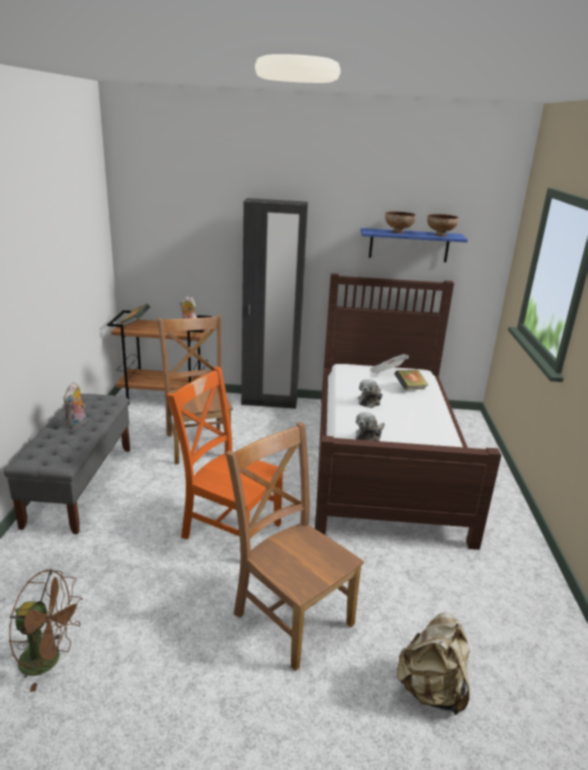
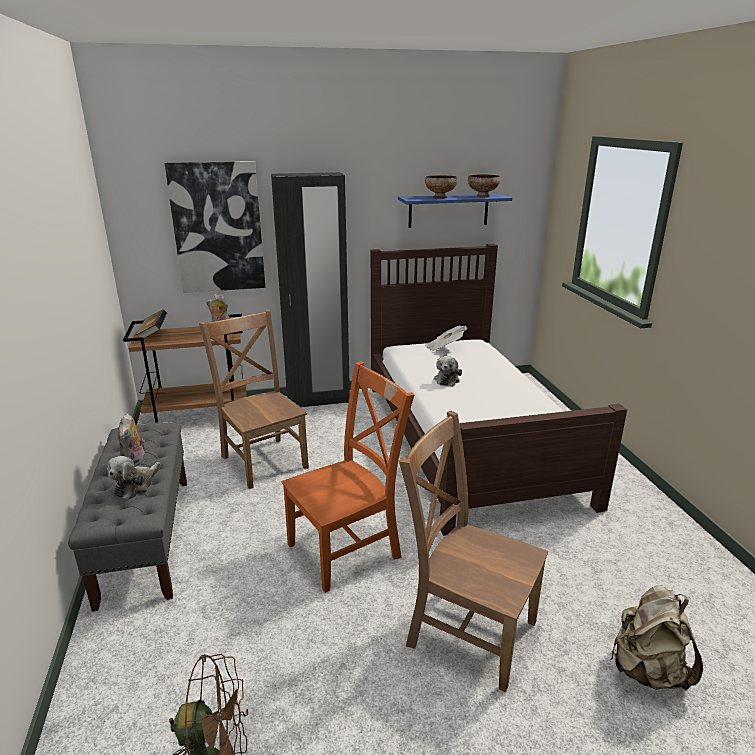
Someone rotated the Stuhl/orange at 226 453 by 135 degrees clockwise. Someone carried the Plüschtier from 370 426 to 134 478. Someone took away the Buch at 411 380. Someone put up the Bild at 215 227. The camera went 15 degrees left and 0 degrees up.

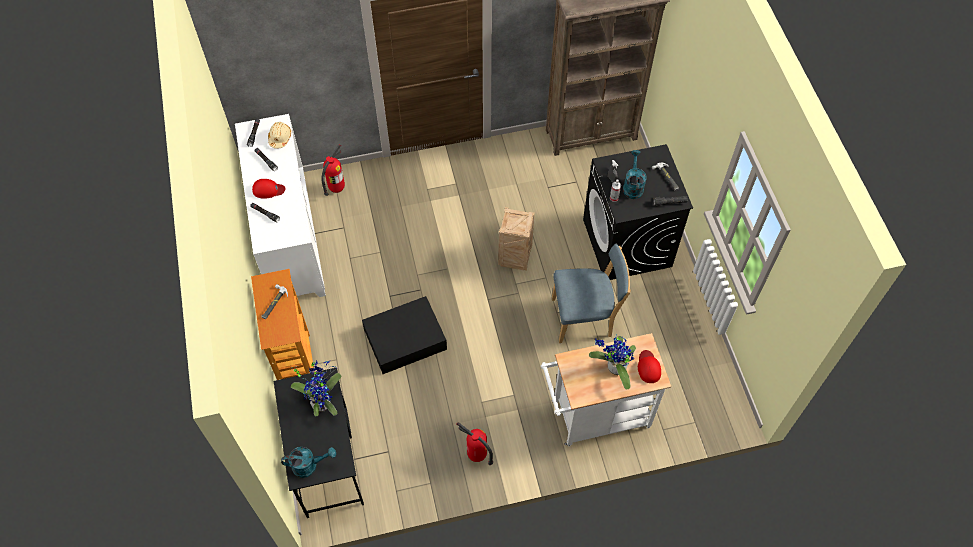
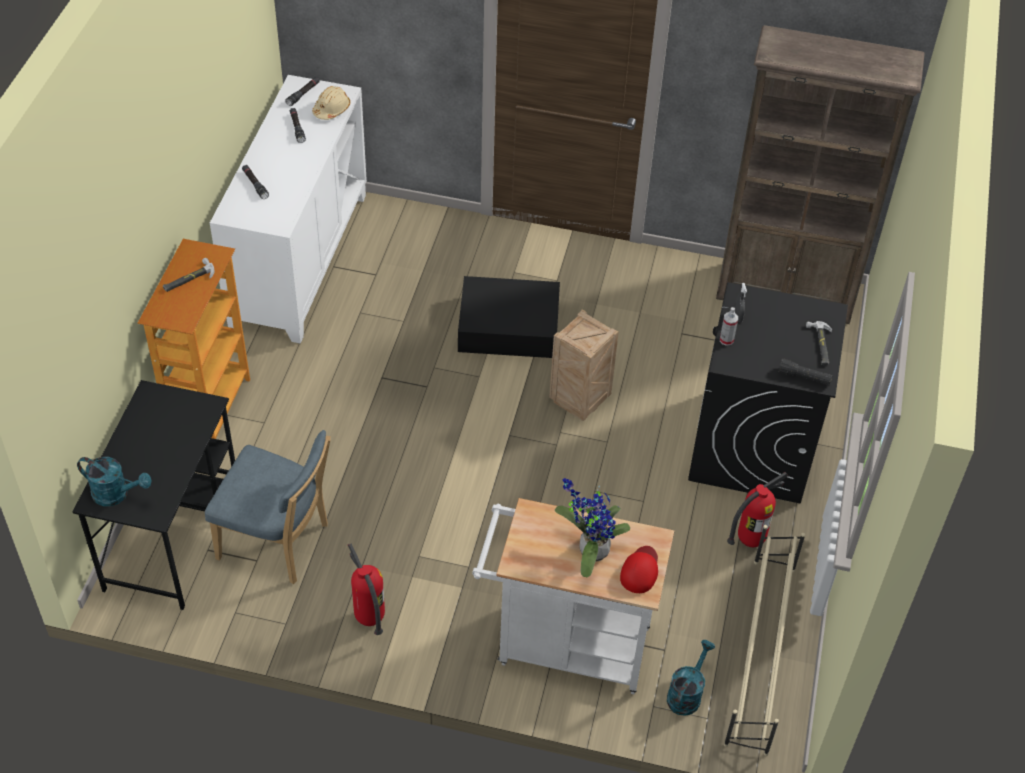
Someone took away the Kappe/rot at 269 189. Someone took away the Topfpflanze at 316 388. Someone carried the Feuerlöscher from 333 170 to 758 509. Someone carried the Aufbewahrungsbox/schwarz from 404 335 to 509 317. Someone carried the Stuhl/blau from 591 293 to 268 507. Someone carried the Gießkanne/türkis from 635 174 to 691 678. Someone put down the Schuhregal/beige at 764 640. The camera went 25 degrees right and 10 degrees down.

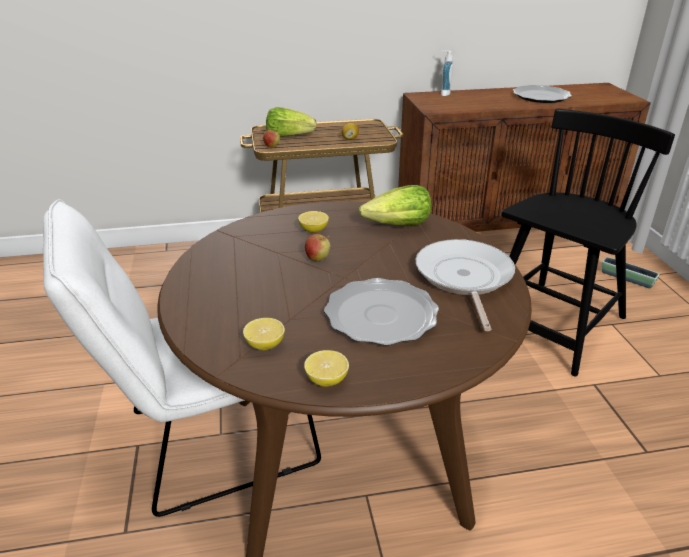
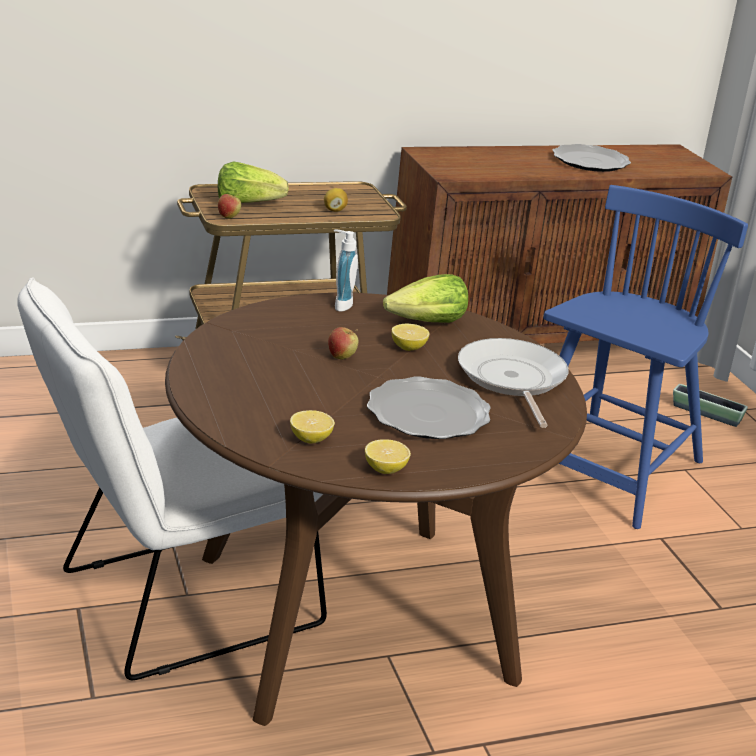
Someone carried the Zitrone from 313 222 to 410 337. Someone carried the Seifenspender from 447 73 to 346 271. Someone repainted the Stuhl/schwarz at 588 242, which became the Stuhl/blau at 645 357. The camera went 10 degrees left and 5 degrees down.

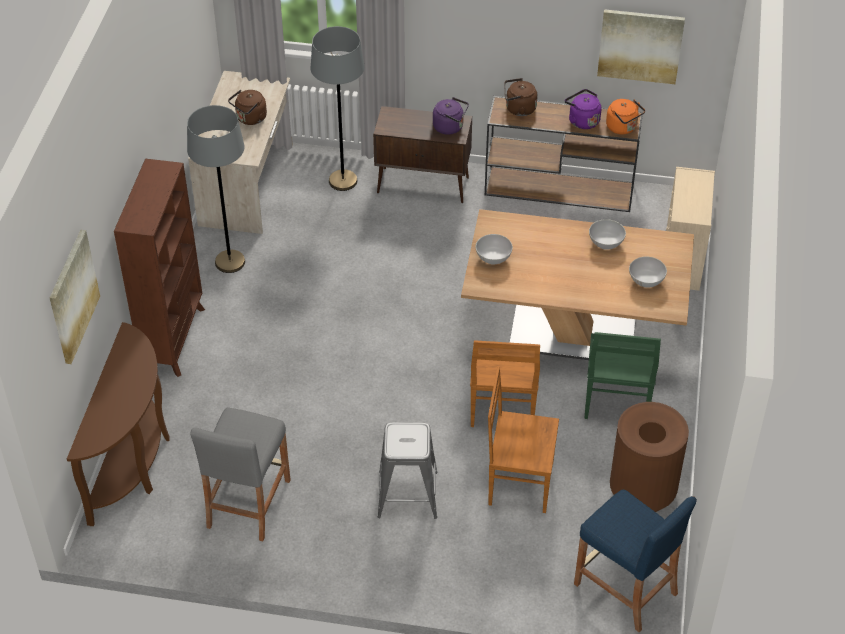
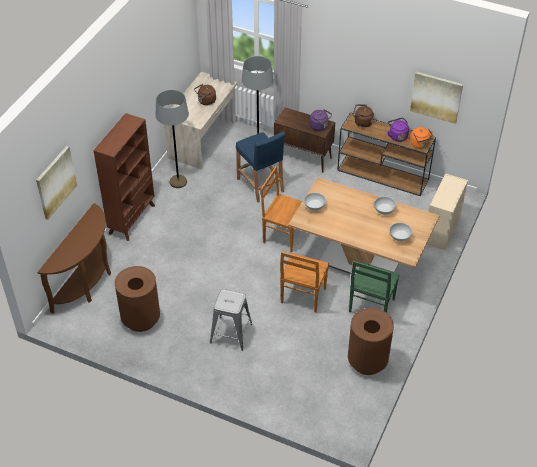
Someone swapped the Hocker/grau at 240 474 for the Mülleimer/braun at 137 299. Someone carried the Stuhl/braun from 523 439 to 281 209. Someone carried the Hocker/blau from 635 561 to 260 167. The camera went 15 degrees right and 0 degrees up.

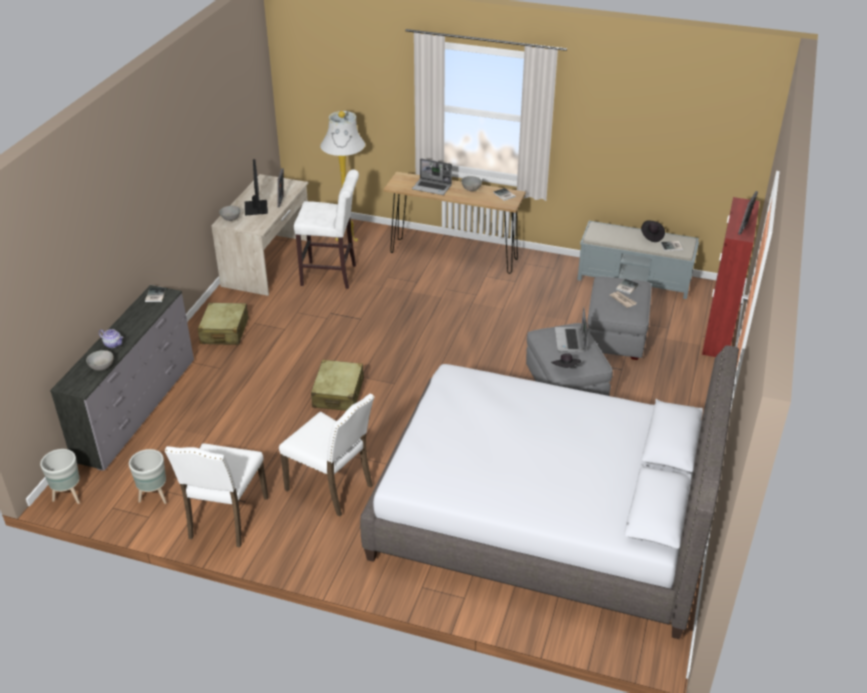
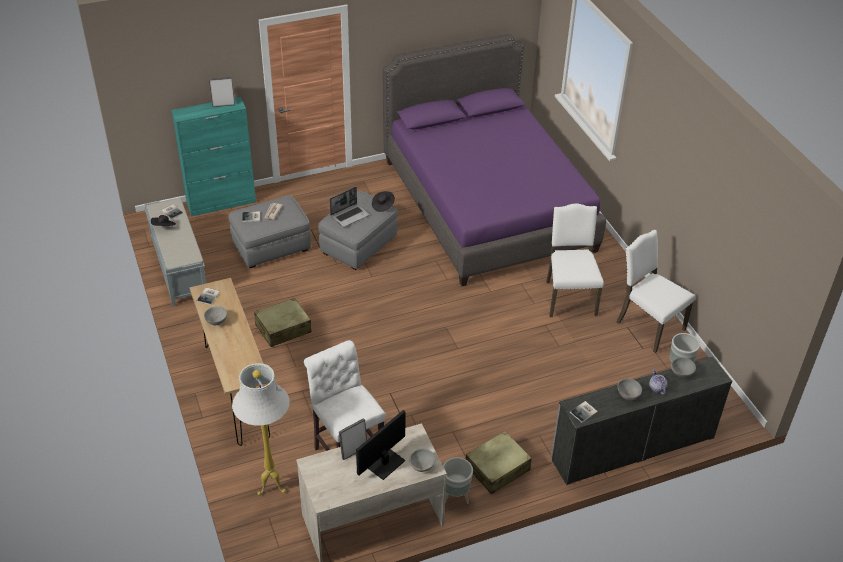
Someone carried the Pflanzkübel/grau from 60 476 to 458 480. Someone rotated the Stuhl/weiß at 216 495 by 105 degrees counterclockwise. Someone carried the Koffer/beige from 337 385 to 283 322. Someone repainted the Bett/grau at 549 492, which became the Bett/lila at 494 160. Someone took away the Laptop at 432 176. Someone repainted the Schrank/rot at 731 277, which became the Schrank/türkis at 214 157. Someone put down the Schüssel/grau at 630 389. The camera went 130 degrees left and 5 degrees up.

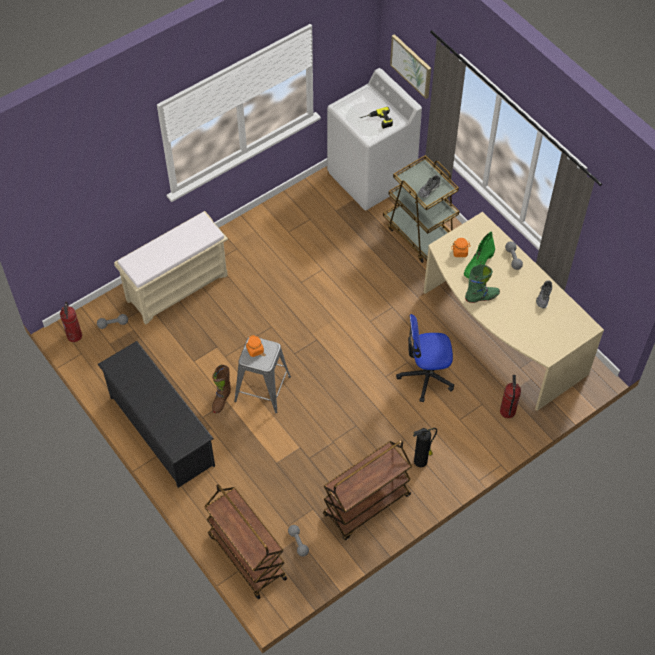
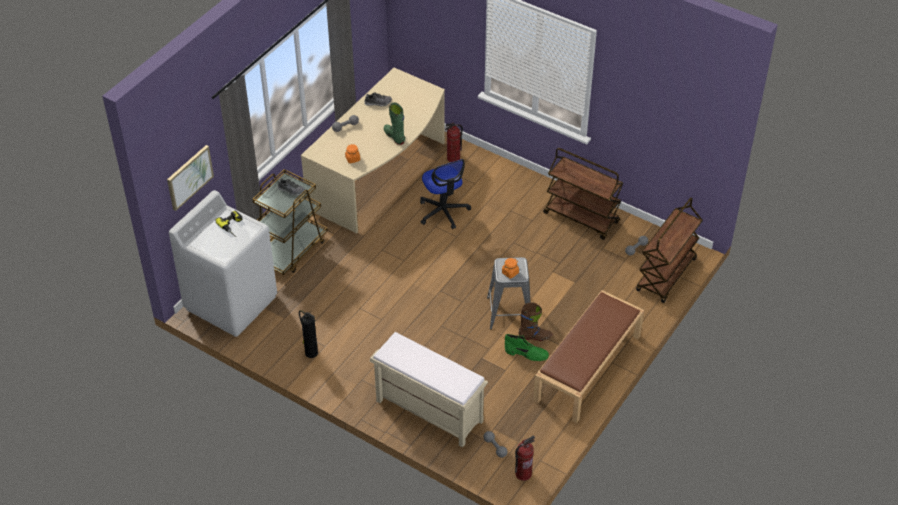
Someone swapped the Schuhregal/schwarz at 156 414 for the Bank/braun at 588 356. Someone carried the Feuerlöscher from 425 447 to 308 334. Someone carried the Stiefel/grün from 479 255 to 527 347. The camera went 110 degrees left and 10 degrees down.

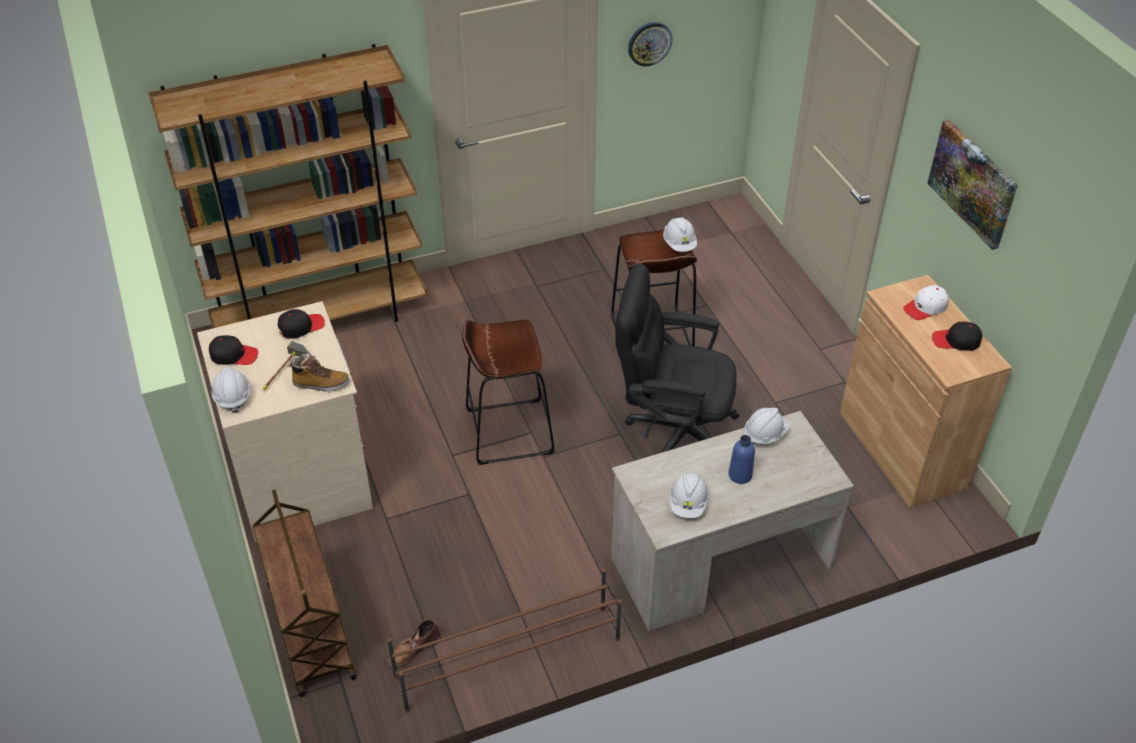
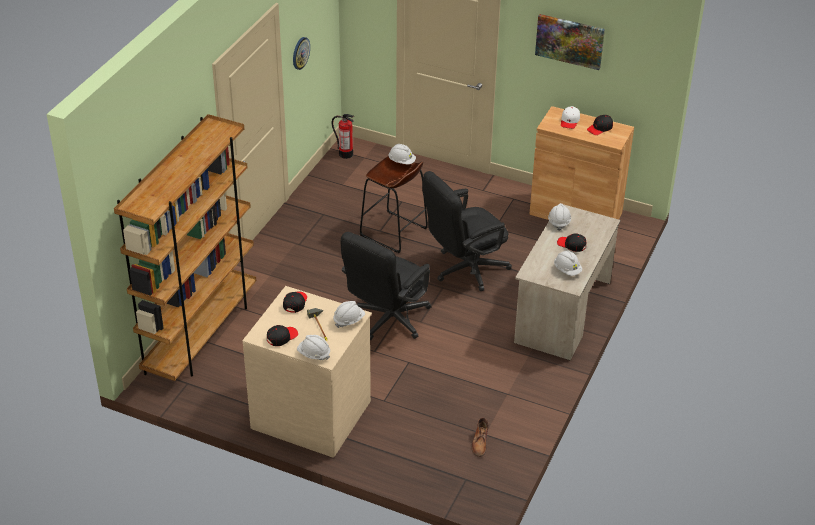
Someone took away the Rollwagen/braun at 304 593. Someone swapped the Stiefel at 319 372 for the Schutzhelm/weiß at 349 314. Someone took away the Schuhregal/braun at 504 641. Someone swapped the Hocker/braun at 508 392 for the Bürostuhl/schwarz at 386 286. Someone swapped the Flasche/blau at 742 459 for the Kappe/schwarz at 571 242. Someone put down the Feuerlöscher at 343 136. The camera went 45 degrees left and 5 degrees down.

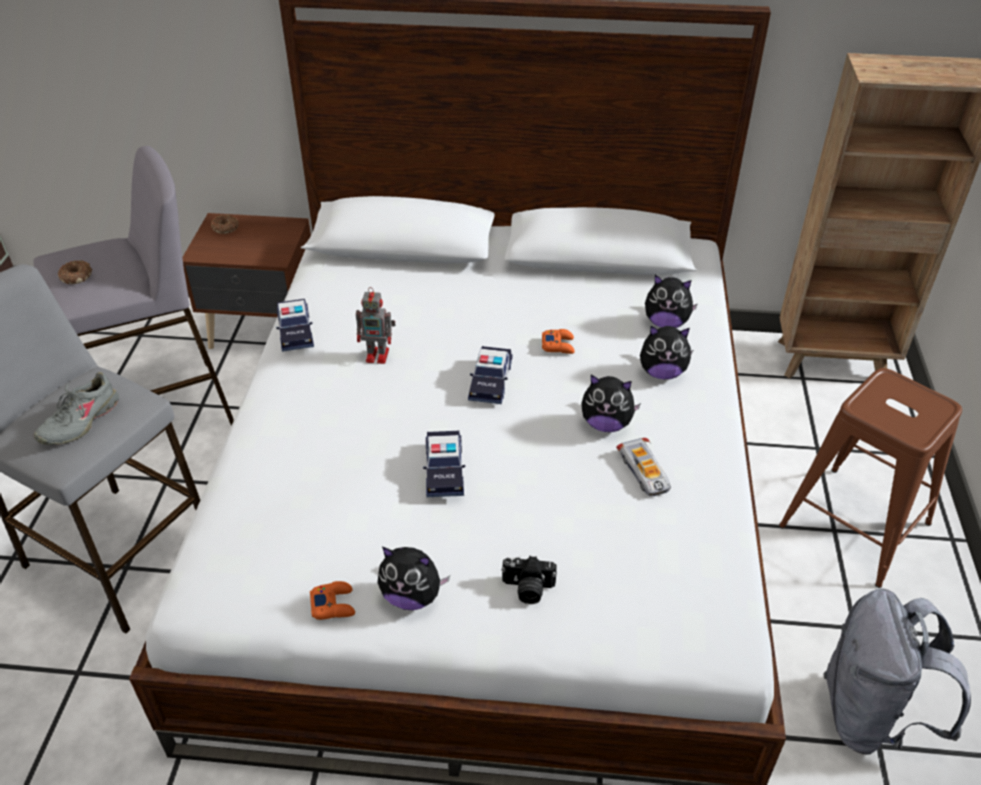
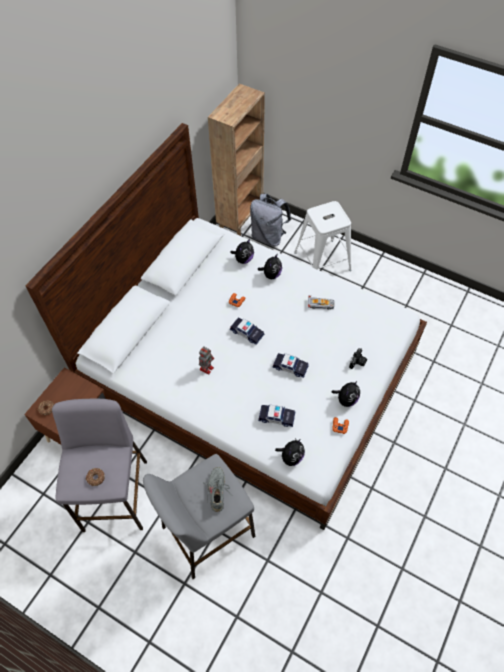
Someone rotated the Schuh/grau at 76 408 by 150 degrees counterclockwise. Someone carried the Spielzeugauto from 295 325 to 276 415. Someone carried the Plüschtier from 611 403 to 290 452. Someone repainted the Hocker/braun at 870 478, which became the Hocker/weiß at 322 236. Someone carried the Rucksack/grau from 897 672 to 270 220. The camera went 65 degrees left and 15 degrees up.

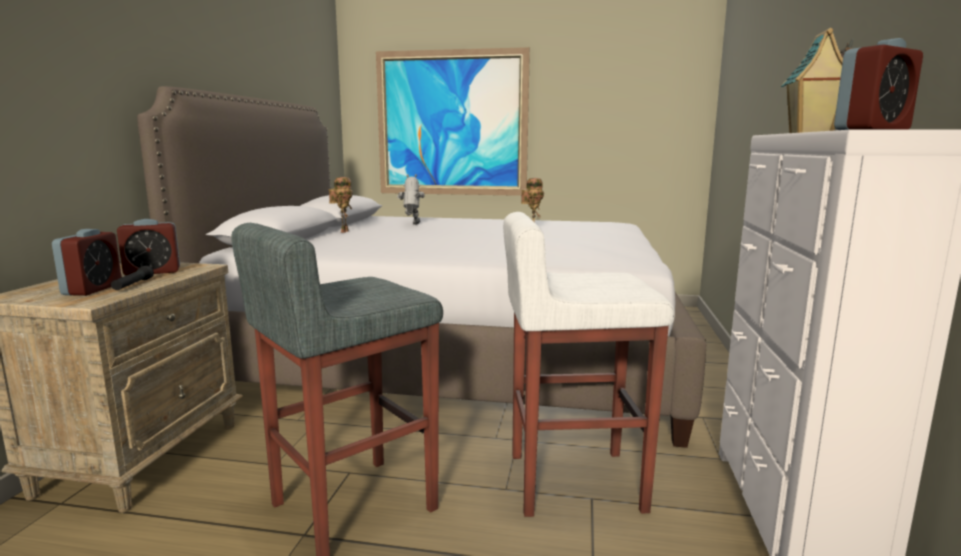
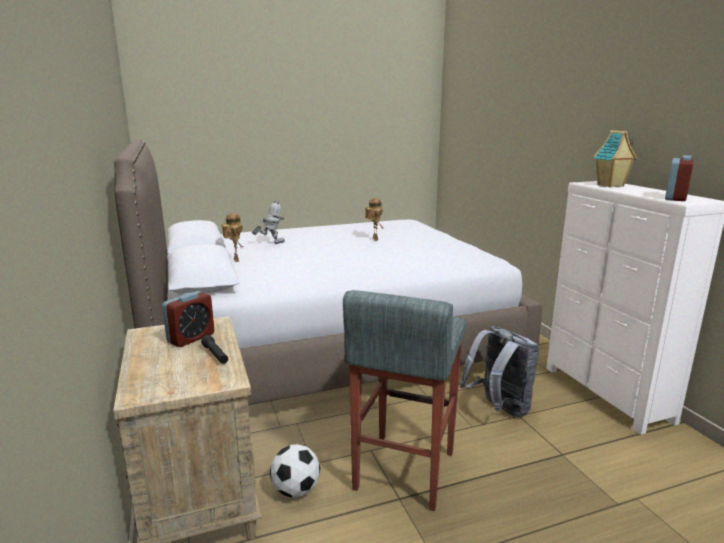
Someone took away the Wecker at 87 262. Someone took away the Bild at 453 121. Someone rotated the Spielzeugroboter at 411 199 by 90 degrees clockwise. Someone swapped the Hocker/weiß at 589 364 for the Rucksack/grau at 500 371. Someone put down the Fußball at 295 471. The camera went 30 degrees left and 5 degrees up.

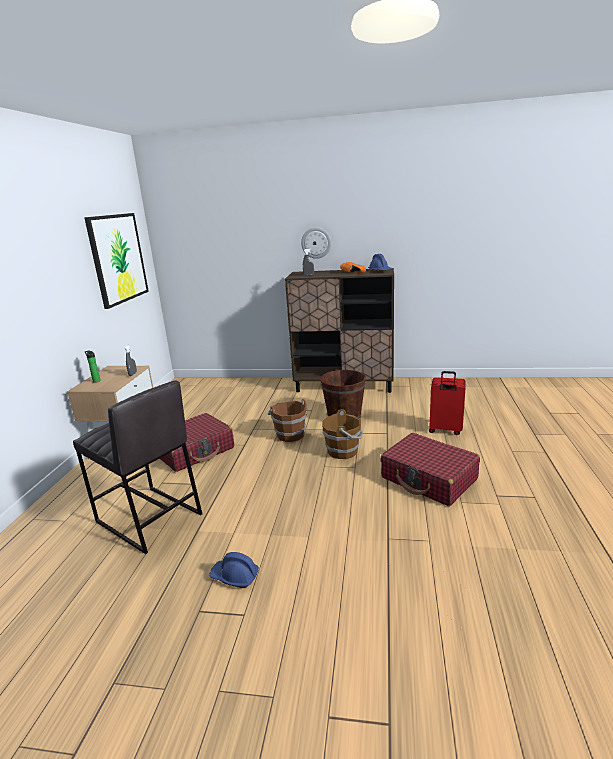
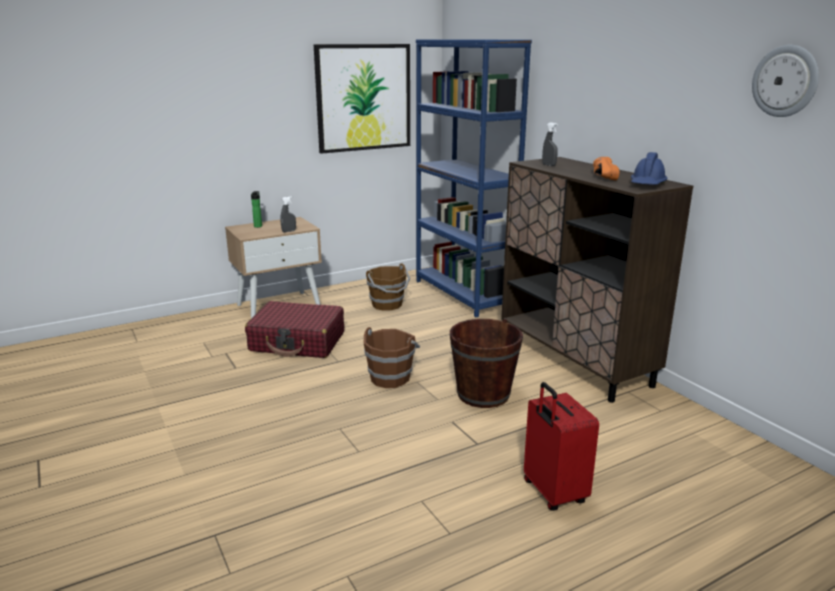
Someone took away the Hocker/grau at 137 467. Someone took away the Schutzhelm/blau at 234 570. Someone carried the Wanduhr from 316 243 to 785 81. Someone carried the Eimer/braun from 342 434 to 388 287. Someone took away the Koffer/rot at 430 469. Someone put down the Bücherregal/blau at 474 178. The camera went 50 degrees right and 0 degrees up.

